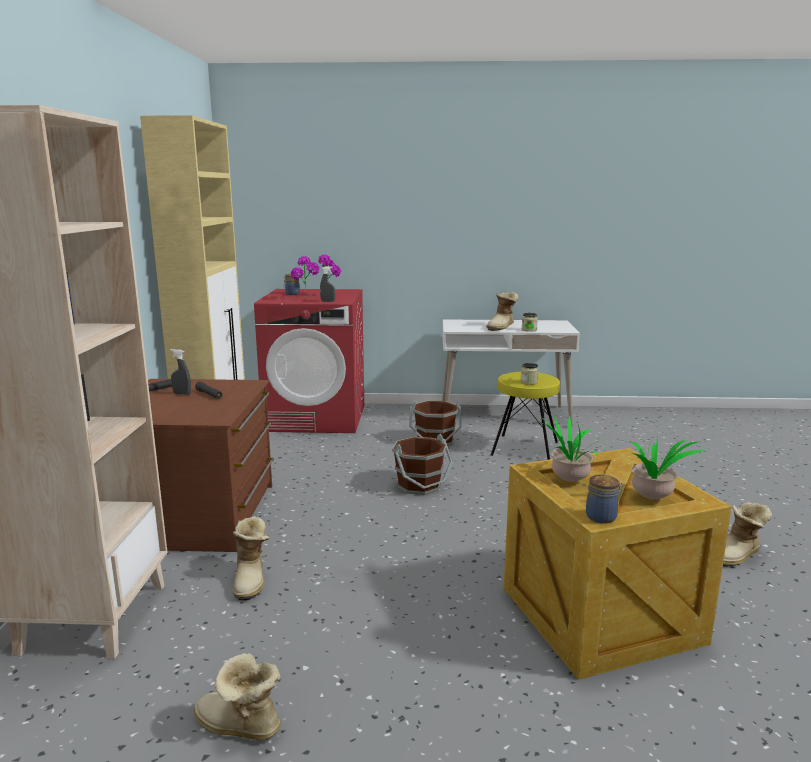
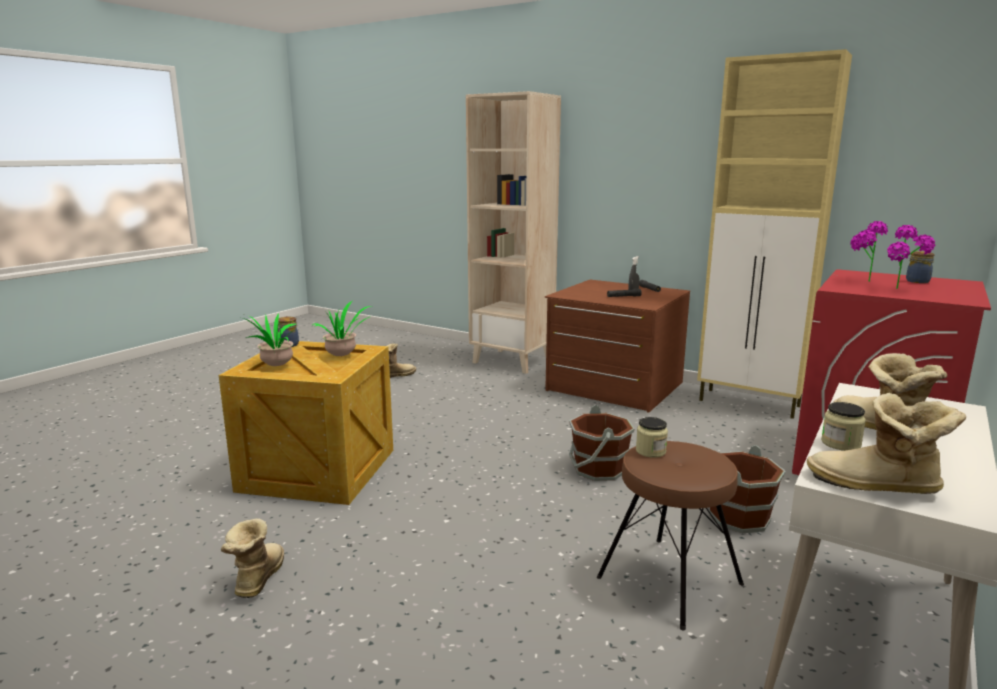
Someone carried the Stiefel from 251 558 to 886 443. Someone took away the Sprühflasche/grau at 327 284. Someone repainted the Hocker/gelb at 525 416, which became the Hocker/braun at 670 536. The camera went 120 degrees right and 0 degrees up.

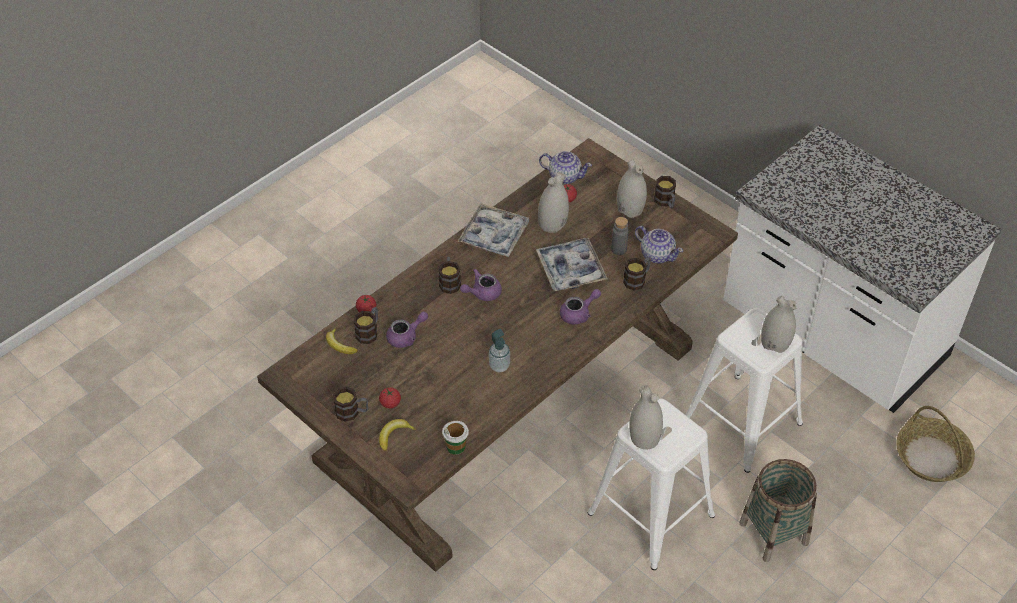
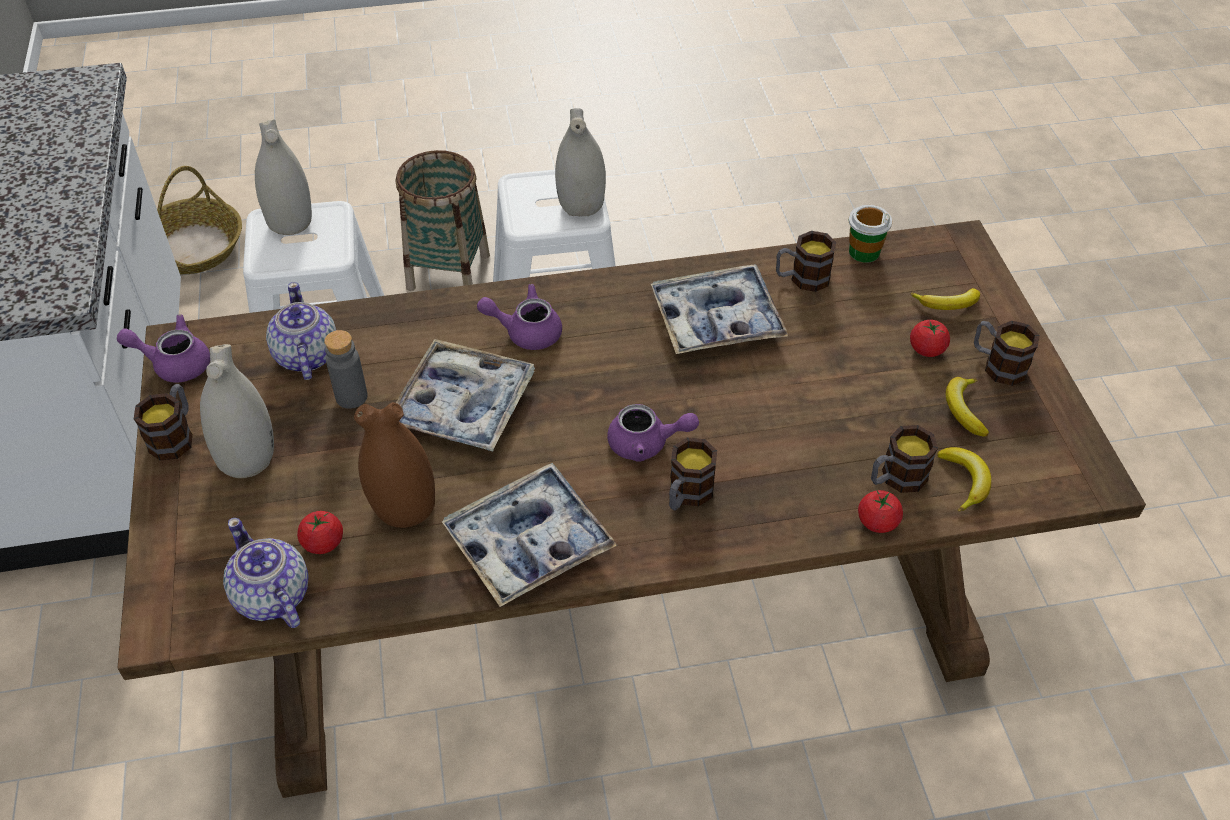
Someone carried the Teekanne/lila from 407 330 to 163 349. Someone swapped the Seifenspender at 499 350 for the Tablett at 719 309. Someone repainted the Vase/weiß at 553 202, which became the Vase/braun at 394 465. Someone carried the Henkelbecher from 637 274 to 806 261. Someone put down the Banane at 967 407. The camera went 145 degrees left and 0 degrees up.

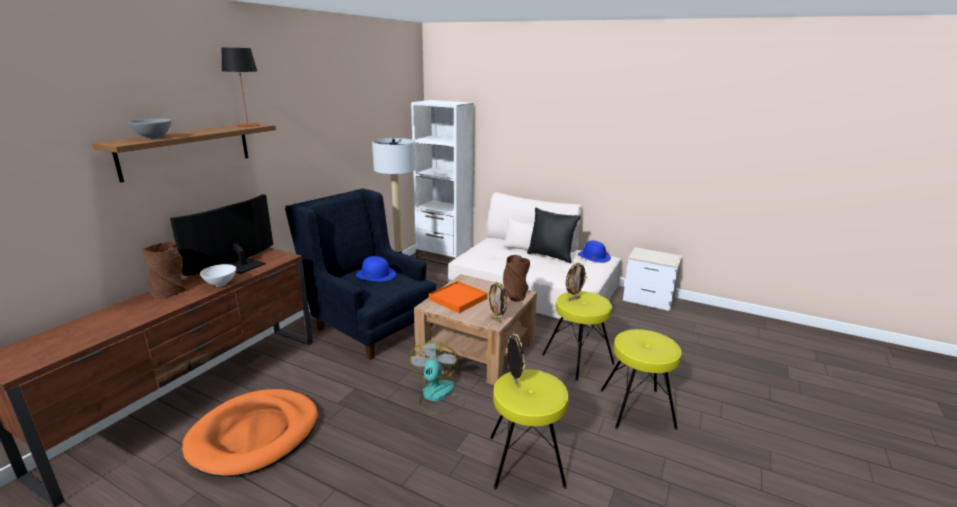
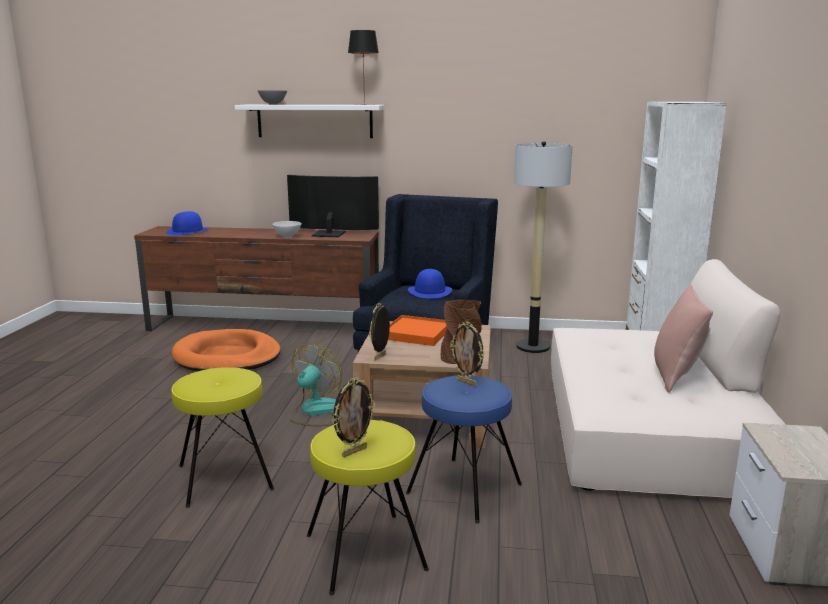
Someone repainted the Wandregal/braun at 184 152, which became the Wandregal/weiß at 309 121. Someone took away the Vase/braun at 164 270. Someone rotated the Ventilator at 437 377 by 45 degrees counterclockwise. Someone carried the Bilderrahmen from 516 360 to 354 417. Someone repainted the Kissen/schwarz at 554 235, which became the Kissen/rosa at 683 338. Someone repainted the Hocker/gelb at 578 336, which became the Hocker/blau at 464 449. Someone carried the Hut/blau from 594 251 to 187 223. The camera went 70 degrees right and 5 degrees down.

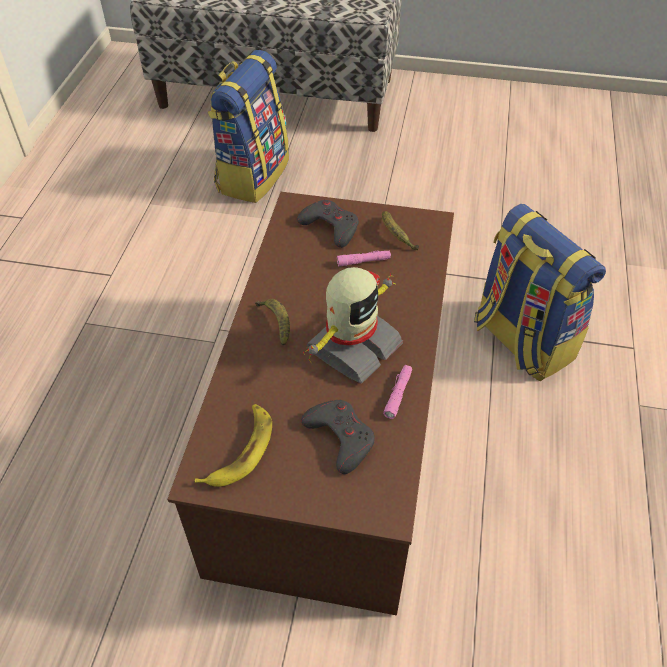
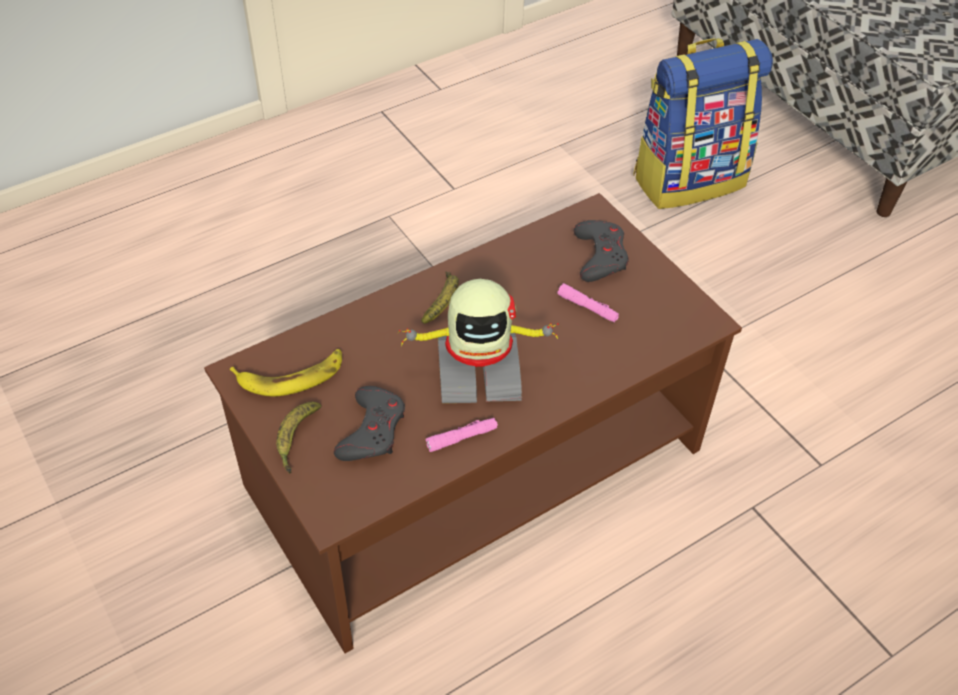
Someone carried the Banane from 400 230 to 299 438. Someone took away the Rucksack at 540 292. The camera went 45 degrees right and 0 degrees up.

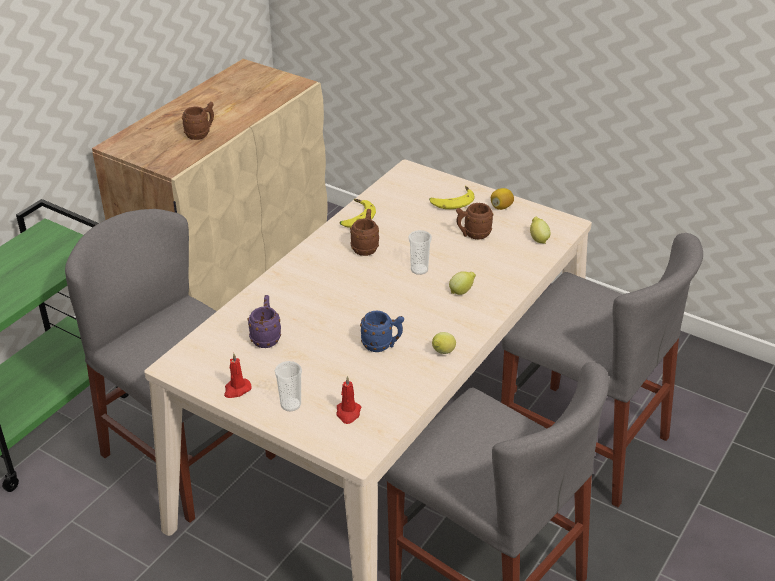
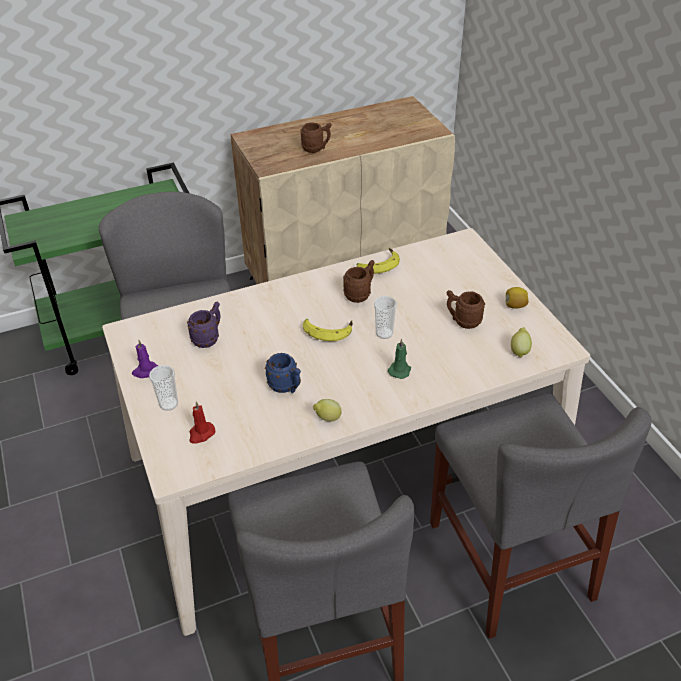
Someone repainted the Kerze/rot at 237 375, which became the Kerze/lila at 145 359. Someone carried the Banane from 452 197 to 328 330. Someone swapped the Zitrone at 462 283 for the Kerze/grün at 399 359. The camera went 35 degrees right and 5 degrees up.

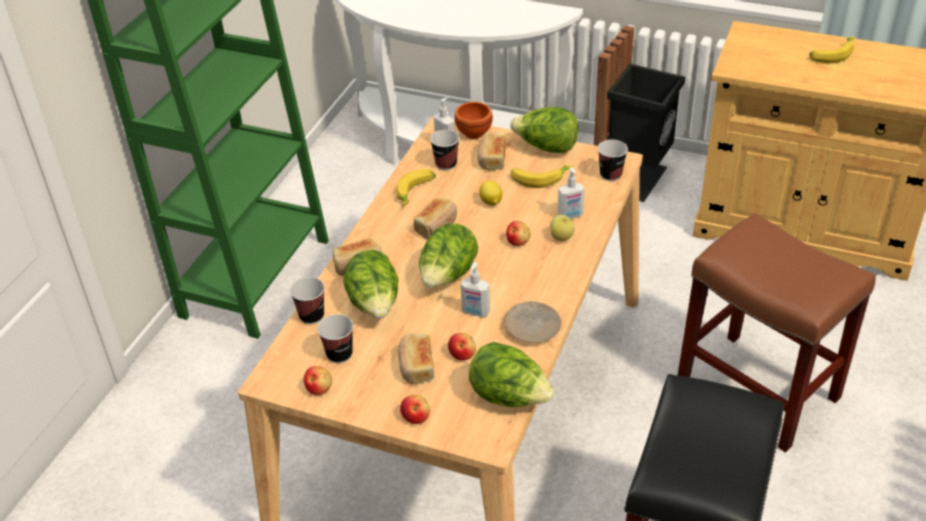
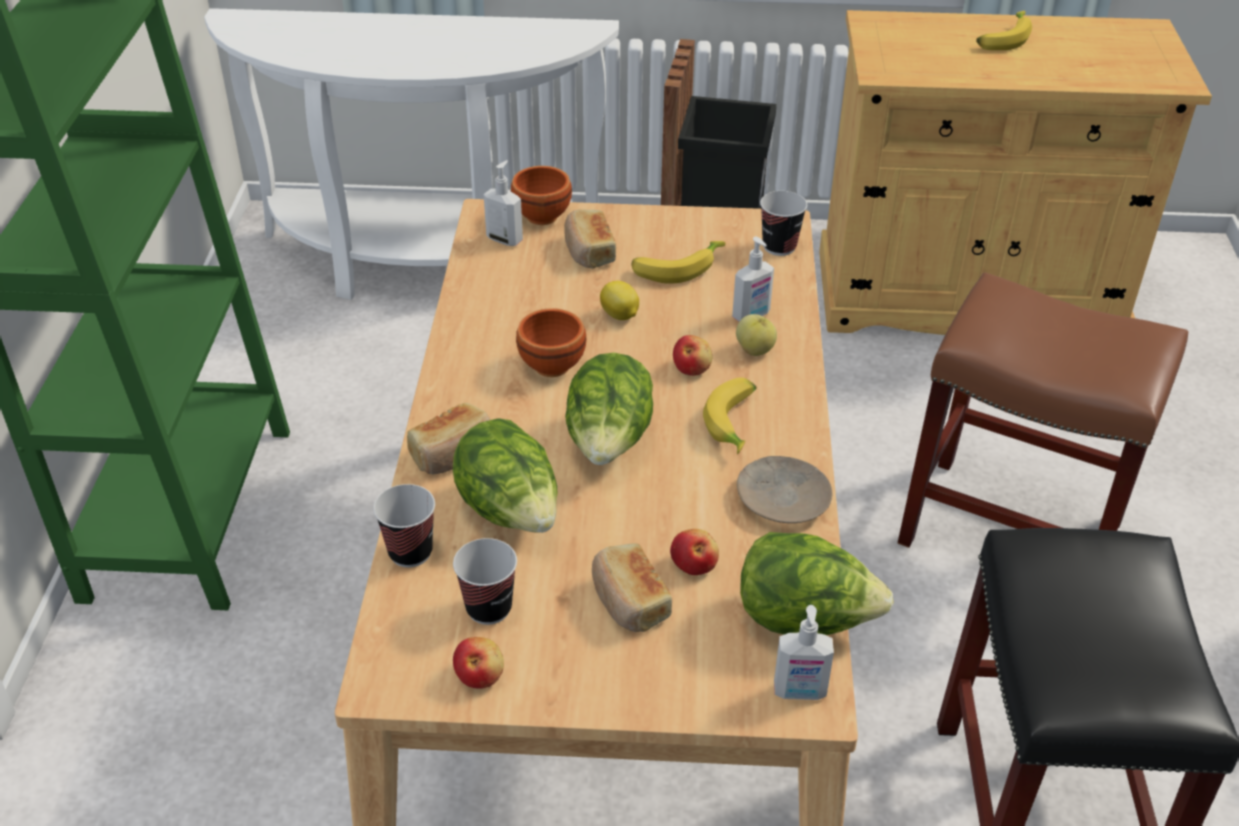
Someone carried the Banane from 416 188 to 729 415. Someone took away the Apfel at 415 409. Someone swapped the Brot at 435 218 for the Schüssel/braun at 551 342. Someone took away the Tasse at 444 150. Someone carried the Seifenspender from 475 289 to 804 652. Someone took away the Salatkopf at 544 130. The camera went 20 degrees left and 0 degrees up.

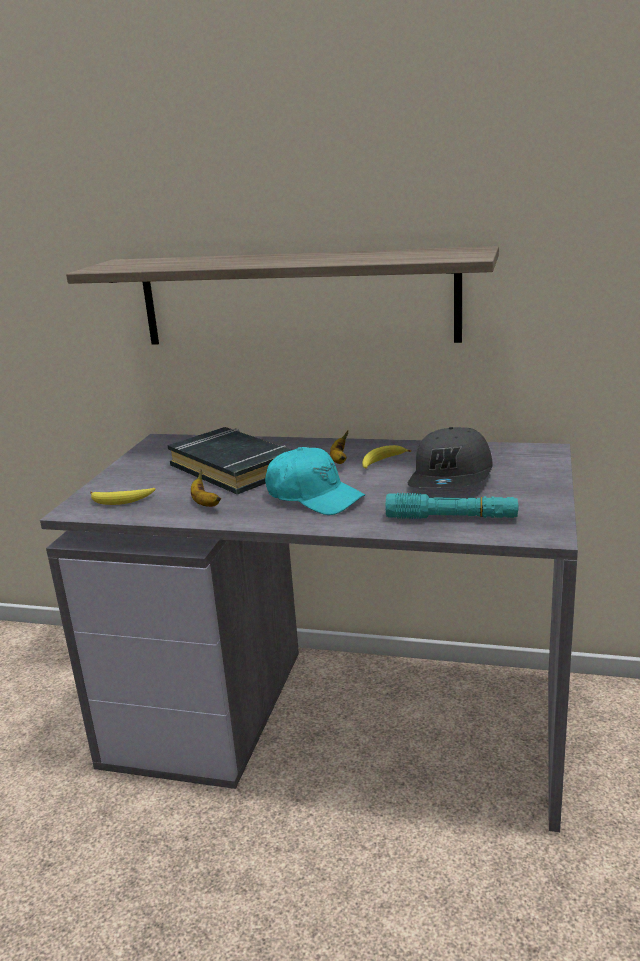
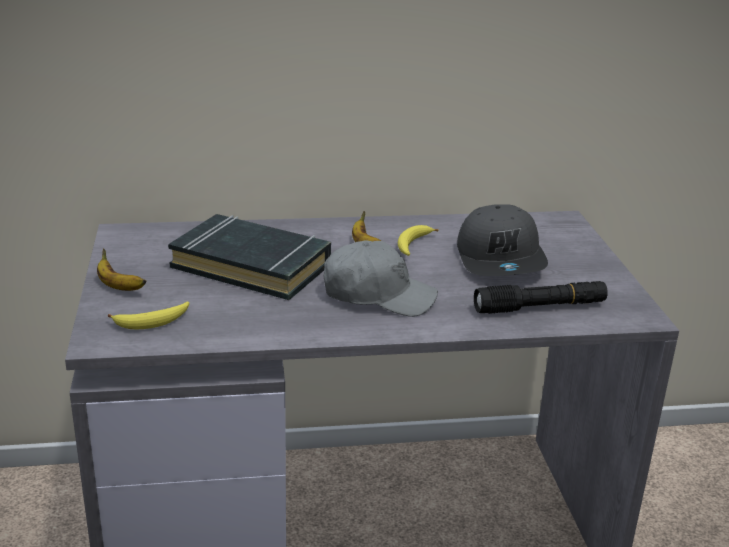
Someone took away the Wandregal at 282 295. Someone carried the Banane from 206 488 to 122 269. Someone repainted the Kappe/türkis at 315 481, which became the Kappe/grau at 381 279. Someone repainted the Taschenlampe/türkis at 452 506, which became the Taschenlampe/schwarz at 541 297. The camera went 25 degrees left and 5 degrees up.

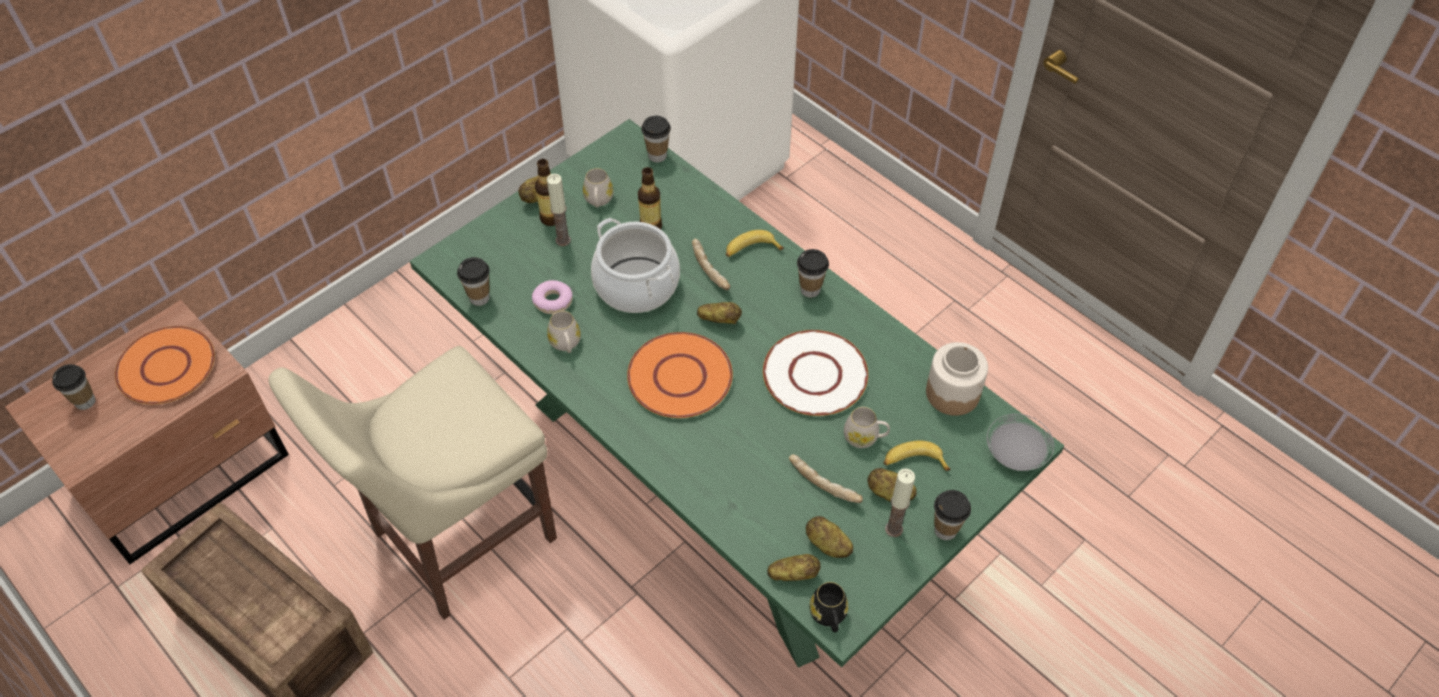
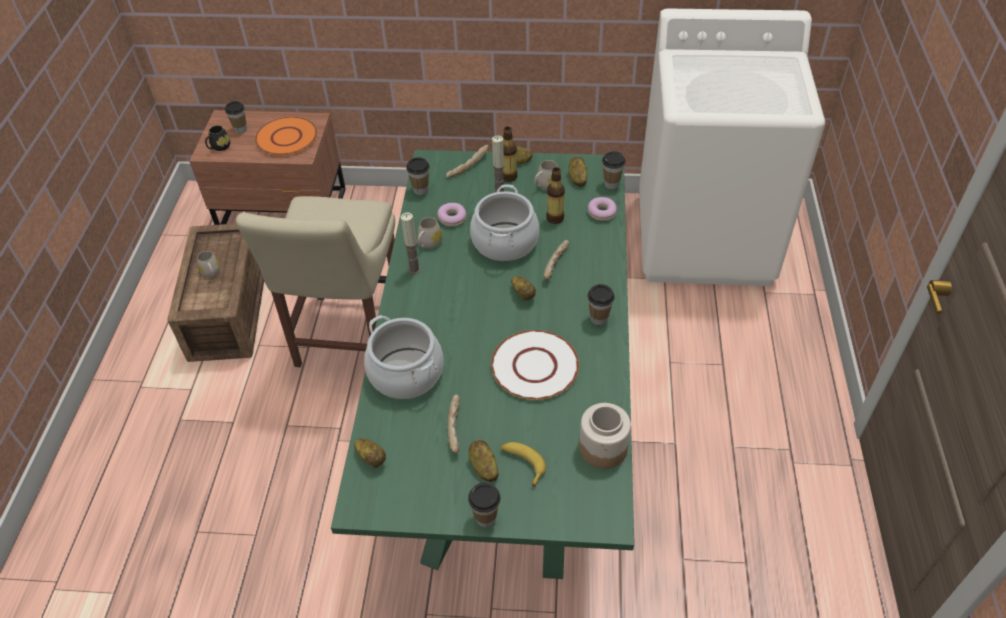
Someone rotated the Stuhl/beige at 412 483 by 90 degrees counterclockwise. Someone took away the Teller/orange at 680 375. Someone took away the Banane at 755 243. Someone carried the Kartoffel from 829 537 to 578 172. Someone carried the Henkelbecher/schwarz from 829 607 to 217 138. Someone carried the Henkelbecher/weiß from 867 427 to 208 264. Someone carried the Kerze from 900 502 to 411 243. Someone took away the Teller/grau at 1020 442. Someone put down the Kochtopf at 404 357. Someone put down the Brot at 467 161. Someone put down the Donut at 602 209. The camera went 50 degrees right and 5 degrees down.

